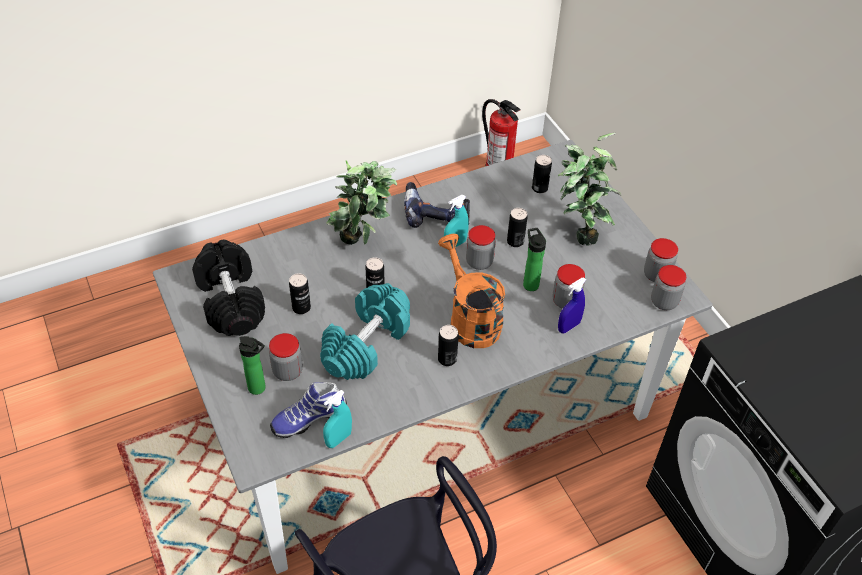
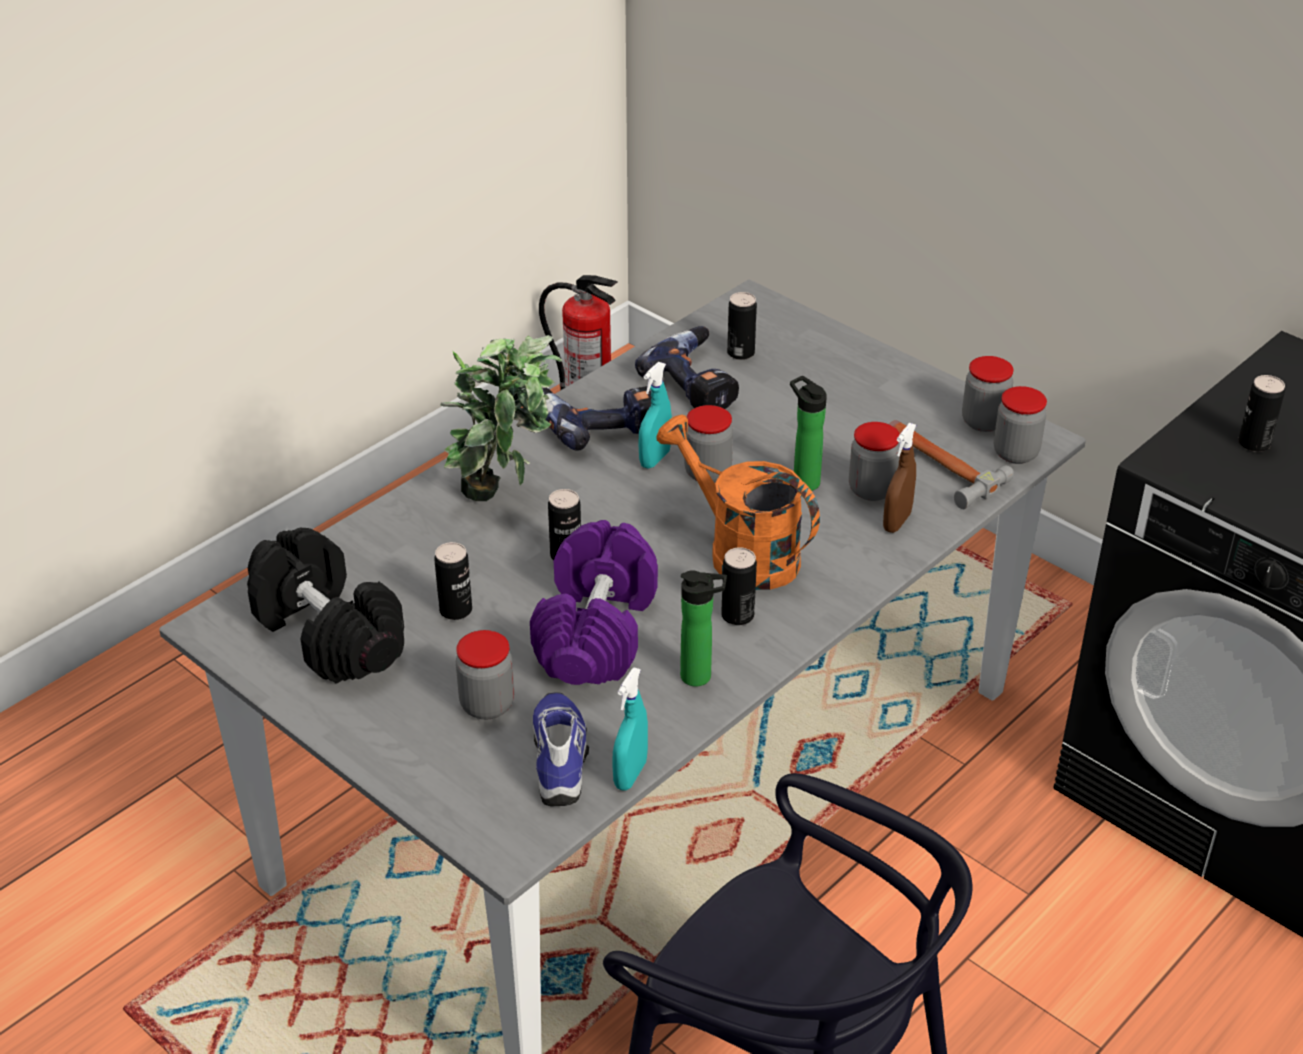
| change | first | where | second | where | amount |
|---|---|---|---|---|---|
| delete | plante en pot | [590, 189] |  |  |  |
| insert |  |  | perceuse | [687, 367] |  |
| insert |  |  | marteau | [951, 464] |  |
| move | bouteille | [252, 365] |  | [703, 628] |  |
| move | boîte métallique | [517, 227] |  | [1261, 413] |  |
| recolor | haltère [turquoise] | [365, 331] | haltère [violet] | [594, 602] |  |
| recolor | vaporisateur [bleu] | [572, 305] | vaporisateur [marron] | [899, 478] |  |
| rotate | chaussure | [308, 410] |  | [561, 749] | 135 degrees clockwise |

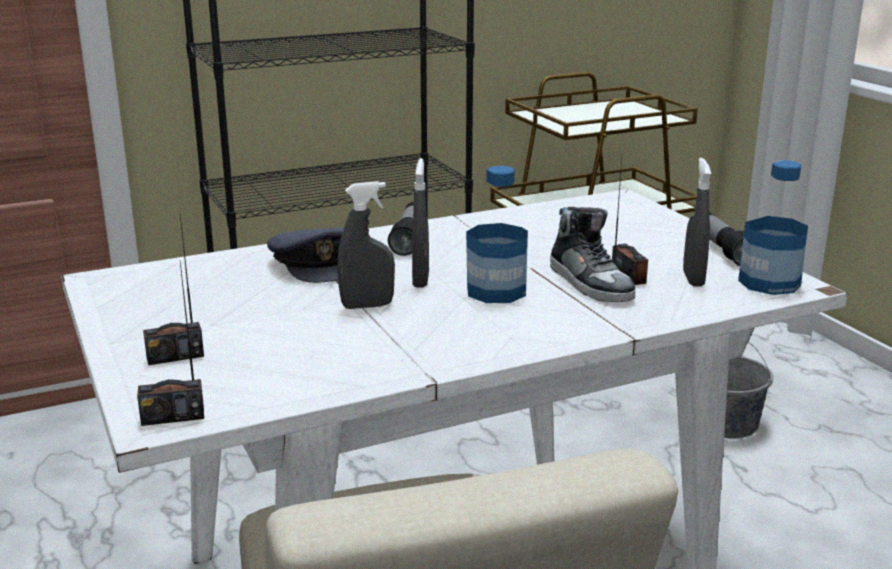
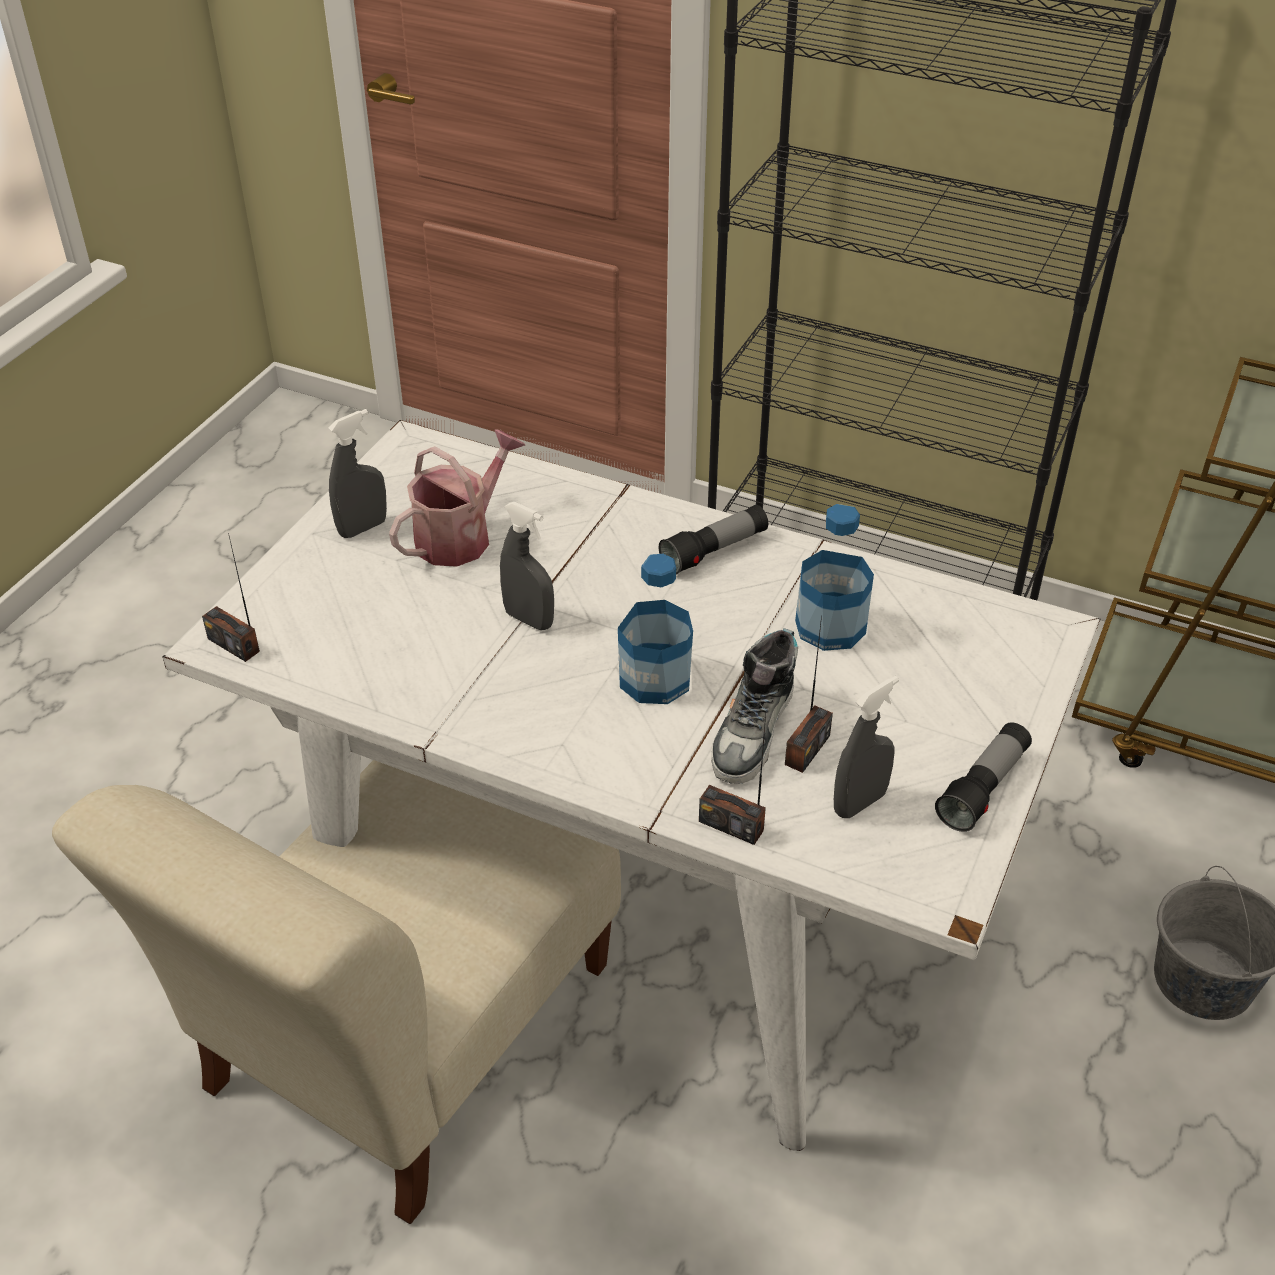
| change | first | where | second | where | amount |
|---|---|---|---|---|---|
| delete | casquette [gris] | [305, 255] |  |  |  |
| insert |  |  | arrosoir | [457, 498] |  |
| move | radio | [173, 290] |  | [732, 779] |  |
| move | vaporisateur [gris] | [420, 222] |  | [357, 473] |  |
| move | bouteille | [773, 227] |  | [834, 577] |  |

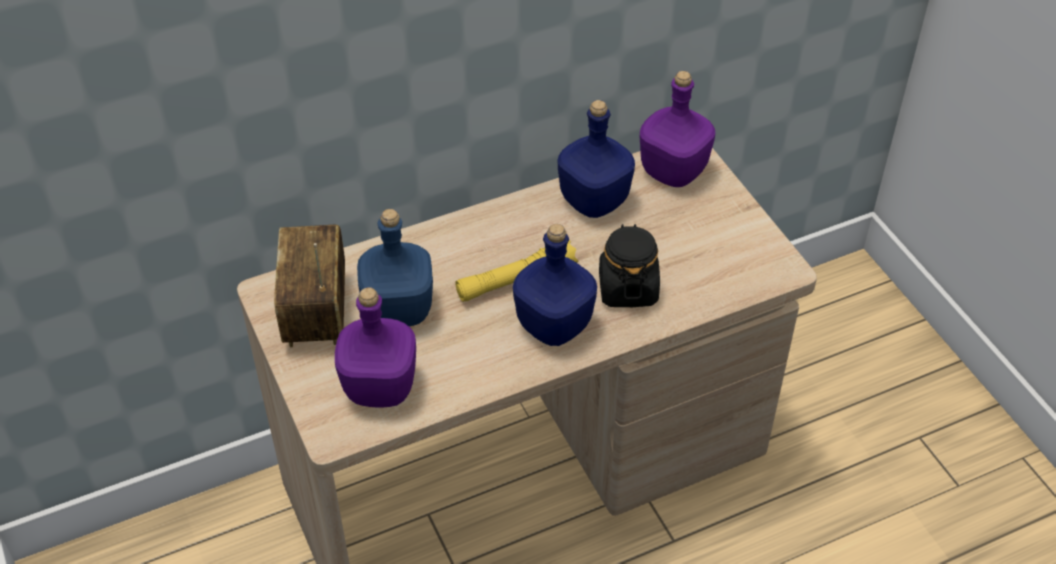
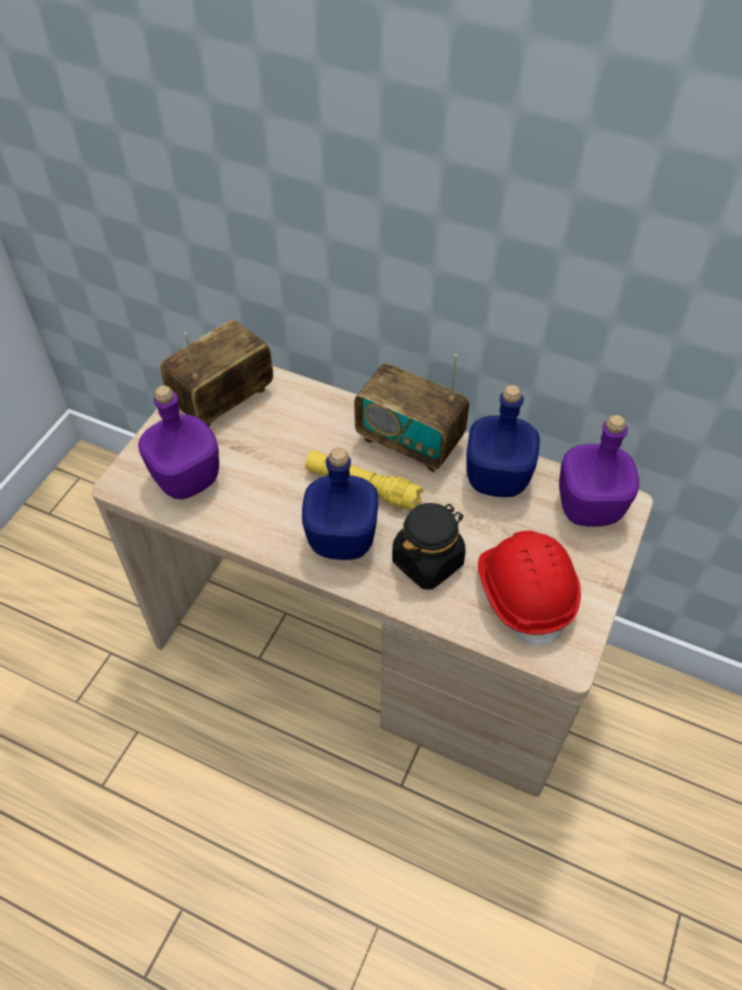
| change | first | where | second | where | amount |
|---|---|---|---|---|---|
| delete | bouteille [bleu] | [395, 267] |  |  |  |
| insert |  |  | radio | [411, 414] |  |
| insert |  |  | casque de chantier [rouge] | [529, 589] |  |

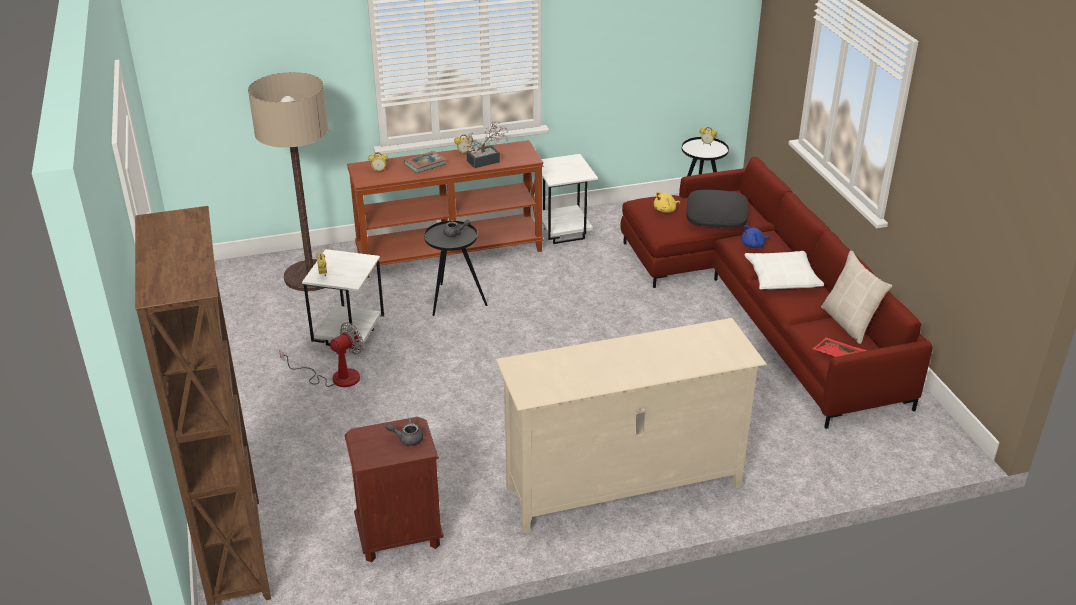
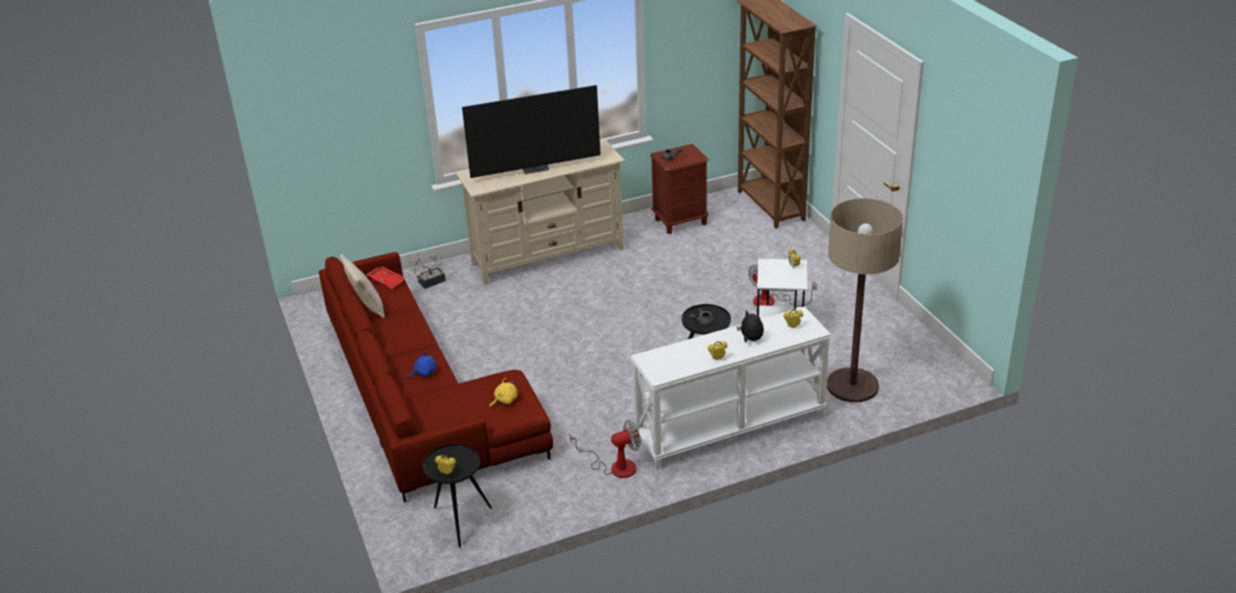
| change | first | where | second | where | amount |
|---|---|---|---|---|---|
| delete | coussin [noir] | [717, 209] |  |  |  |
| delete | coussin [blanc] | [784, 270] |  |  |  |
| insert |  |  | téléviseur | [531, 131] |  |
| move | plante en pot | [485, 144] |  | [427, 271] |  |
| replace | livre | [425, 162] | peluche | [750, 326] |  |
| replace | table d'appoint [blanc] | [570, 199] | ventilateur | [605, 449] |  |
| recolor | table console [marron] | [445, 209] | table console [blanc] | [731, 388] |  |

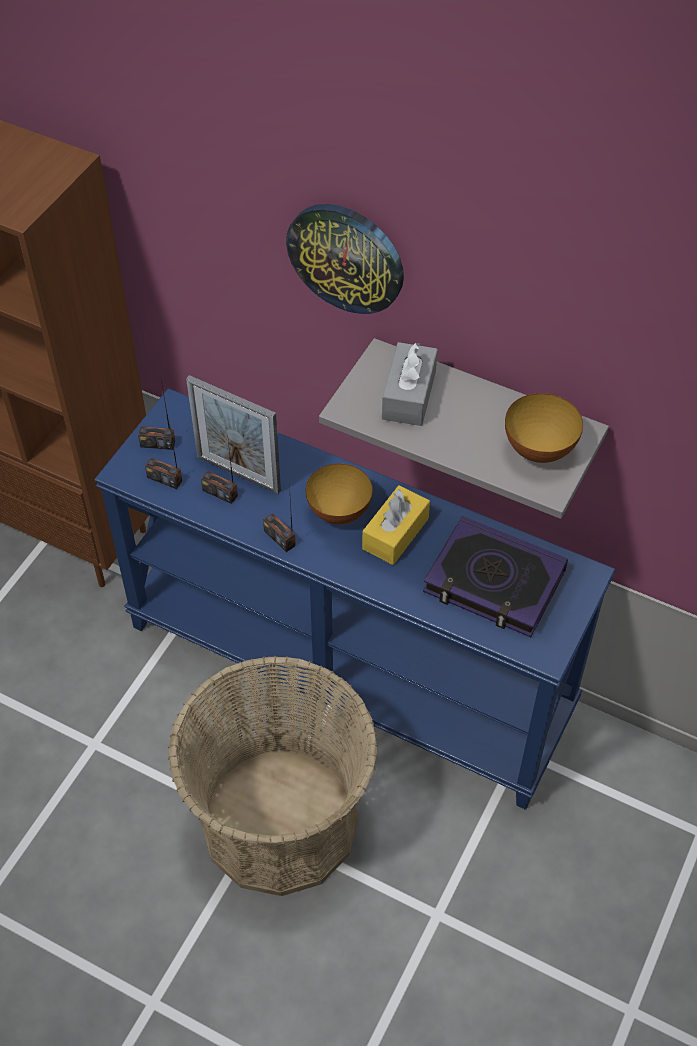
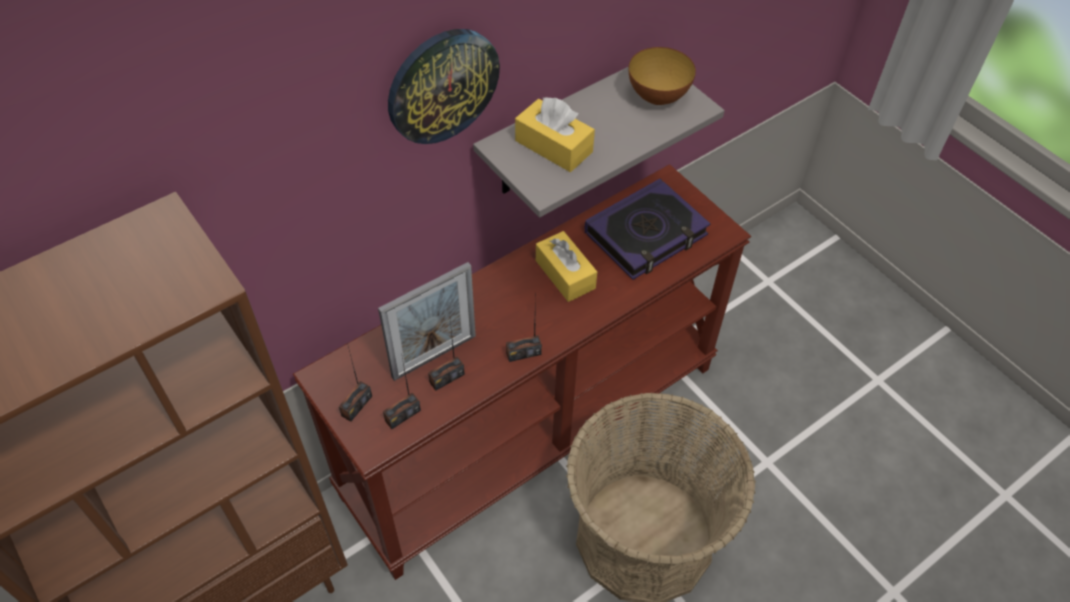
| change | first | where | second | where | amount |
|---|---|---|---|---|---|
| delete | bol | [339, 493] |  |  |  |
| recolor | table console [bleu] | [354, 599] | table console [marron] | [522, 372] |  |
| recolor | boîte à mouchoirs [gris] | [410, 384] | boîte à mouchoirs [jaune] | [555, 134] |  |

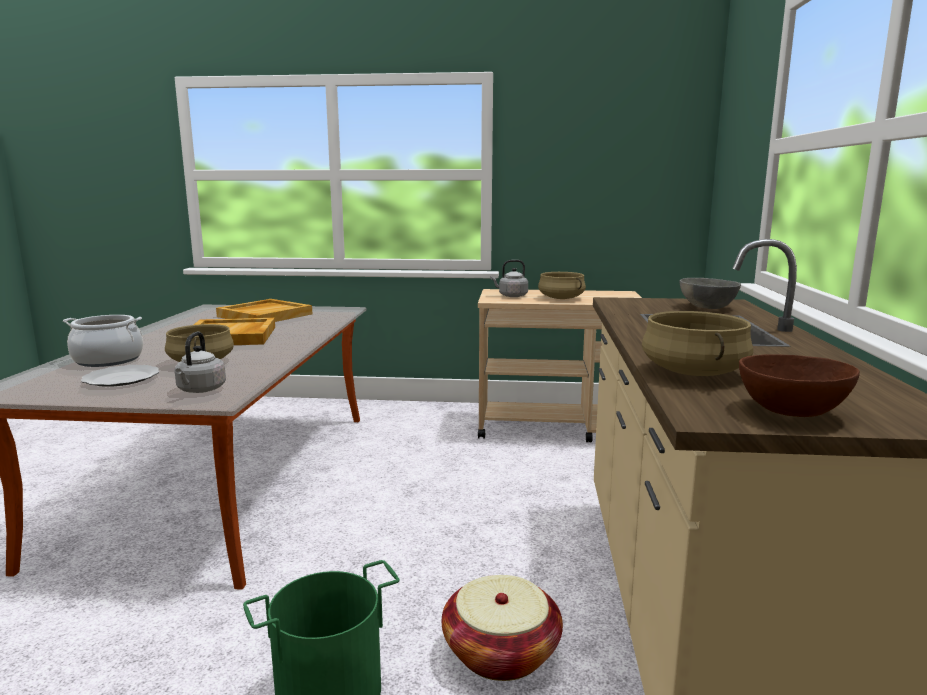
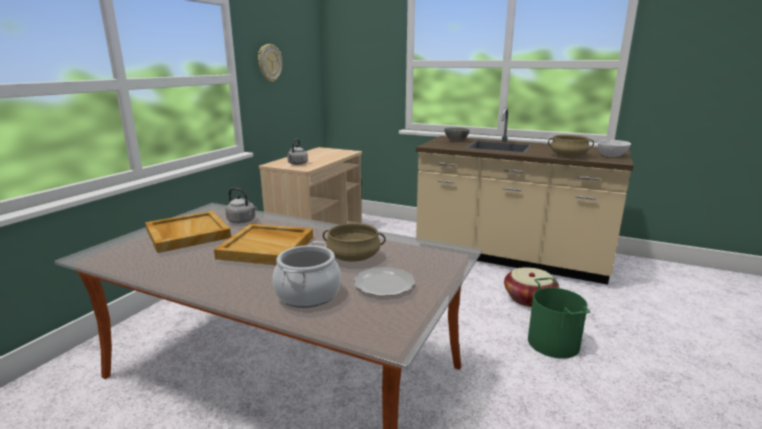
| change | first | where | second | where | amount |
|---|---|---|---|---|---|
| delete | marmite [beige] | [562, 285] |  |  |  |
| insert |  |  | horloge murale | [270, 63] |  |
| move | bouilloire [gris] | [200, 362] |  | [241, 205] |  |
| recolor | bol [marron] | [799, 385] | bol [blanc] | [614, 148] |  |

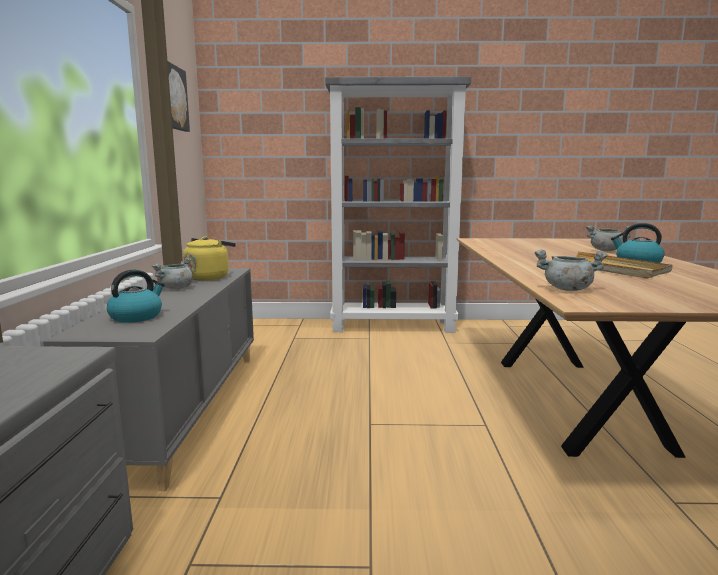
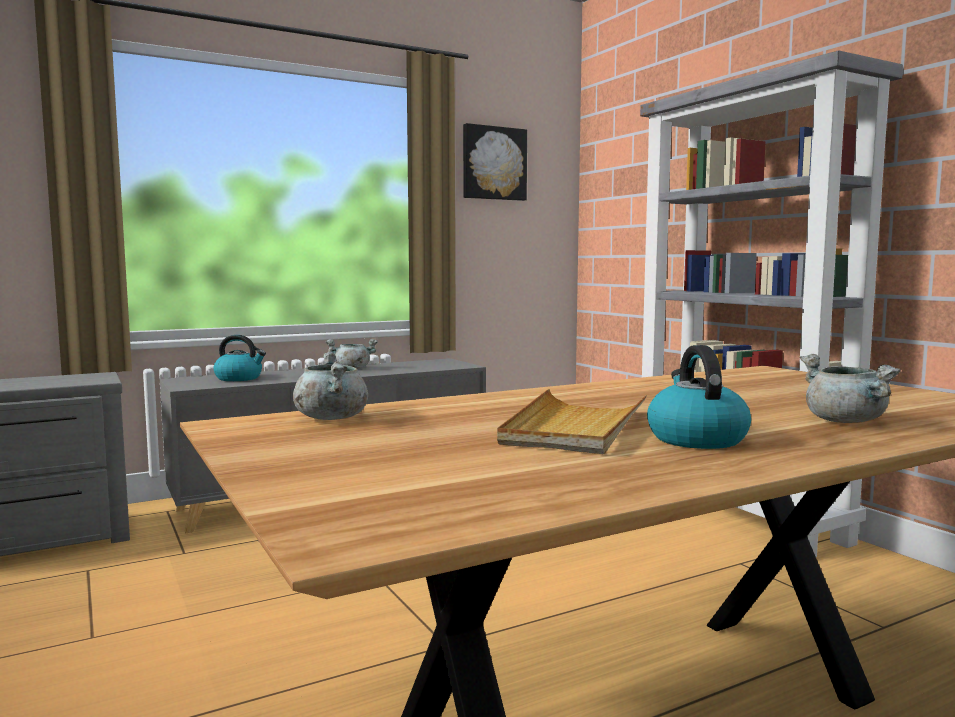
| change | first | where | second | where | amount |
|---|---|---|---|---|---|
| delete | bouilloire [jaune] | [209, 259] |  |  |  |

